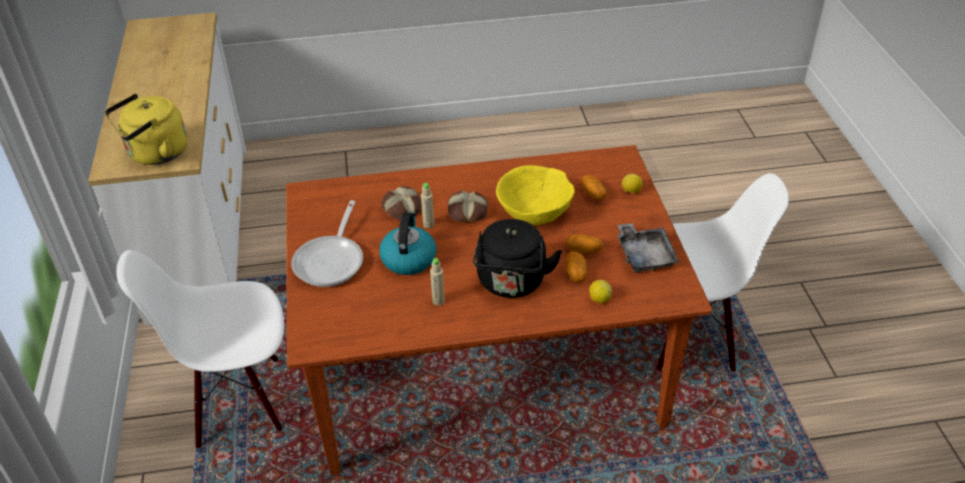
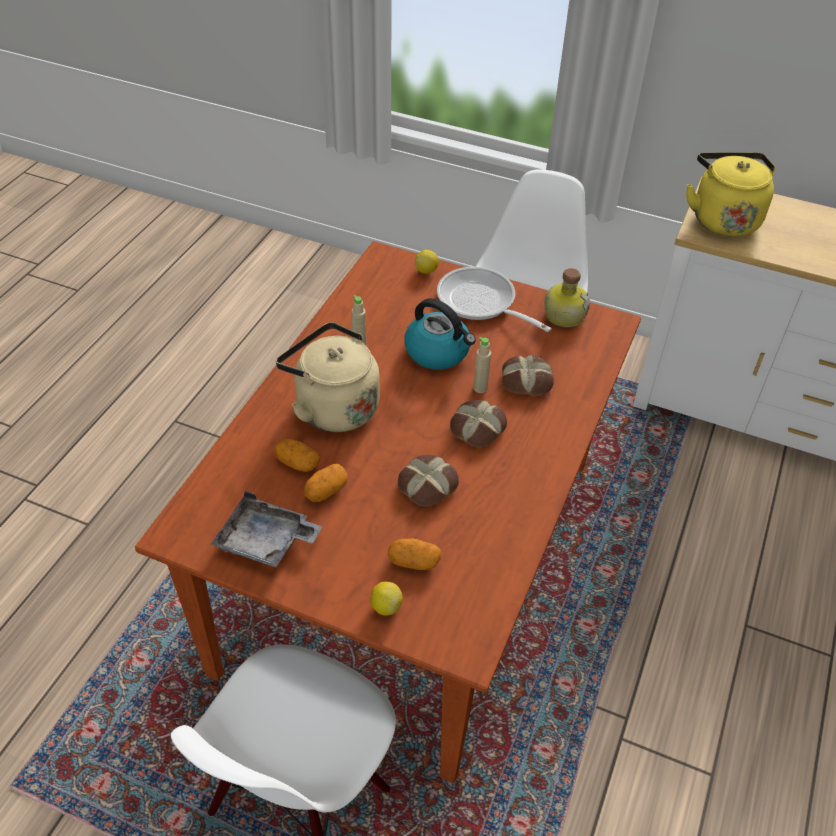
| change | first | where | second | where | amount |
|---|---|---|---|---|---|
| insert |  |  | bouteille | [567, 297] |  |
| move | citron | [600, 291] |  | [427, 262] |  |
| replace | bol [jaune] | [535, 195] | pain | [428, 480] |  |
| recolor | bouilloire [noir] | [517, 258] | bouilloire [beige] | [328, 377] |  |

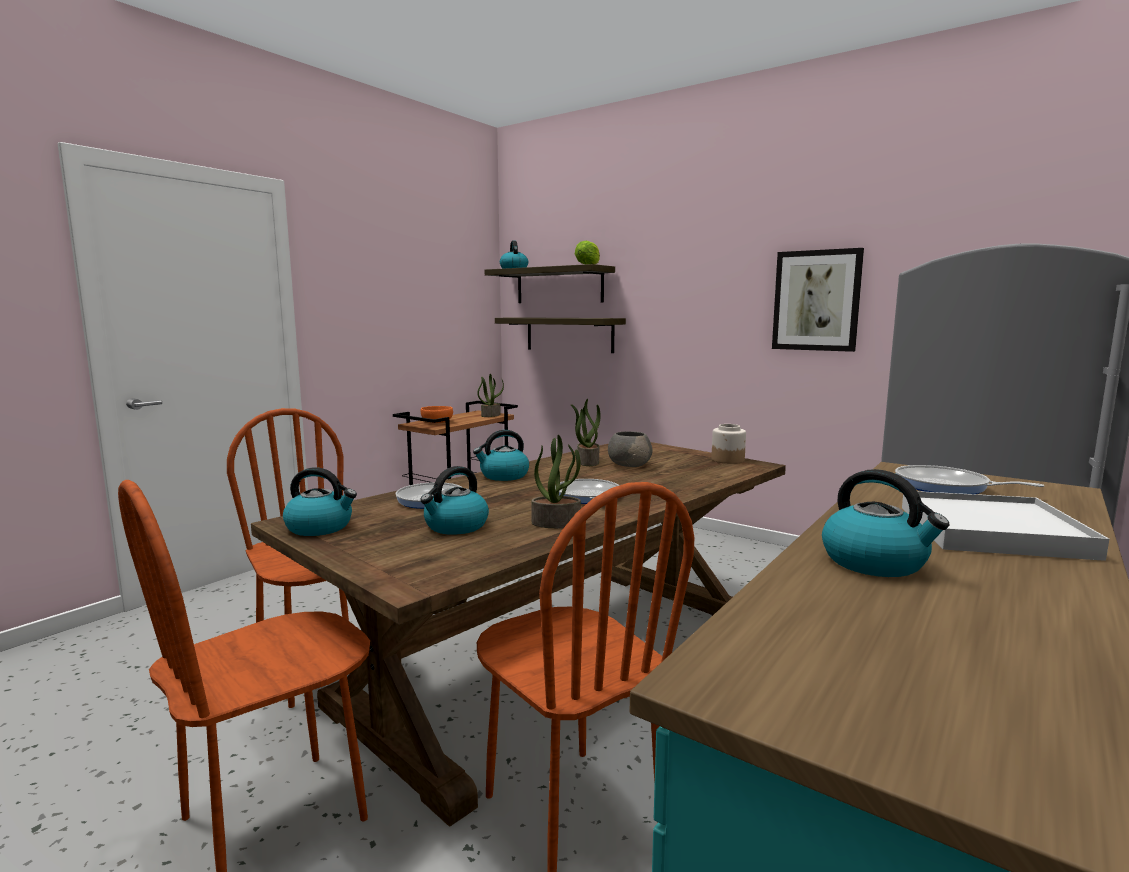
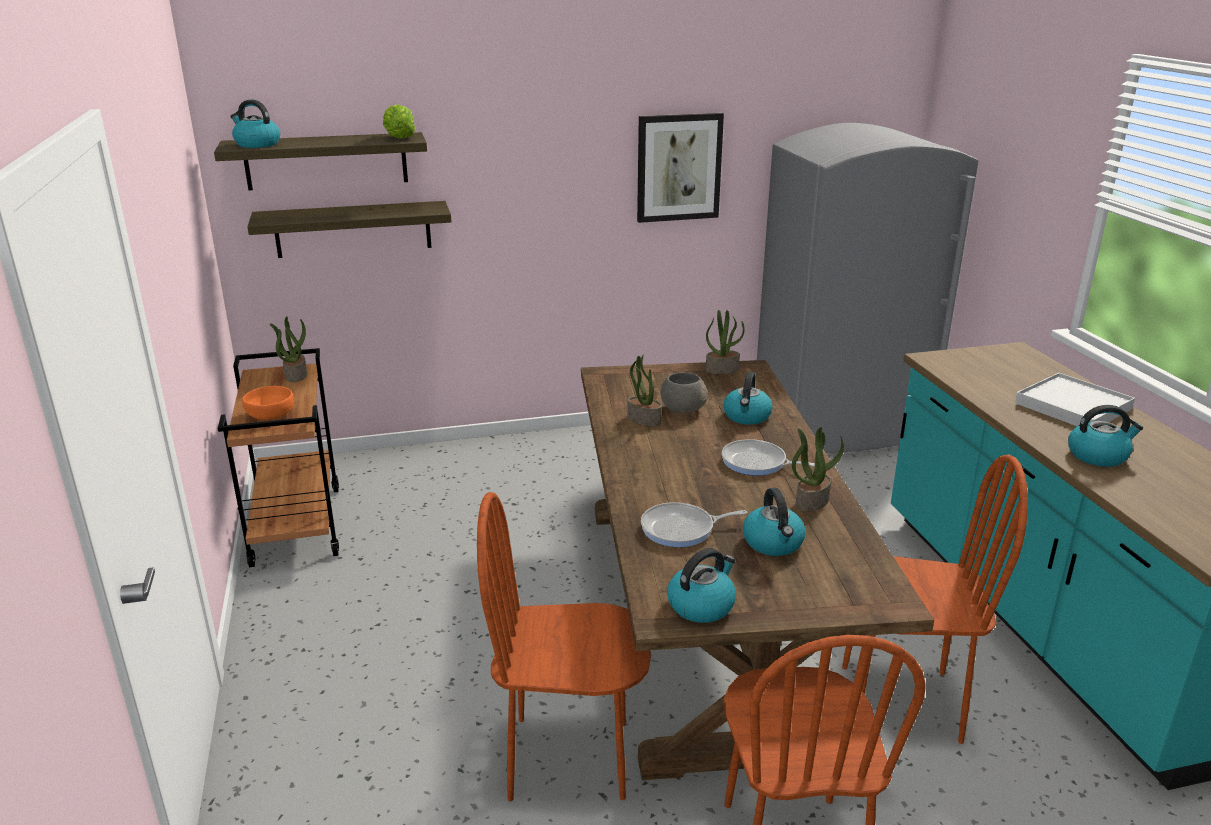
| change | first | where | second | where | amount |
|---|---|---|---|---|---|
| delete | poêle | [969, 479] |  |  |  |
| move | bouilloire | [501, 455] |  | [747, 398] |  |
| replace | bocal | [729, 444] | plante en pot | [725, 342] |  |

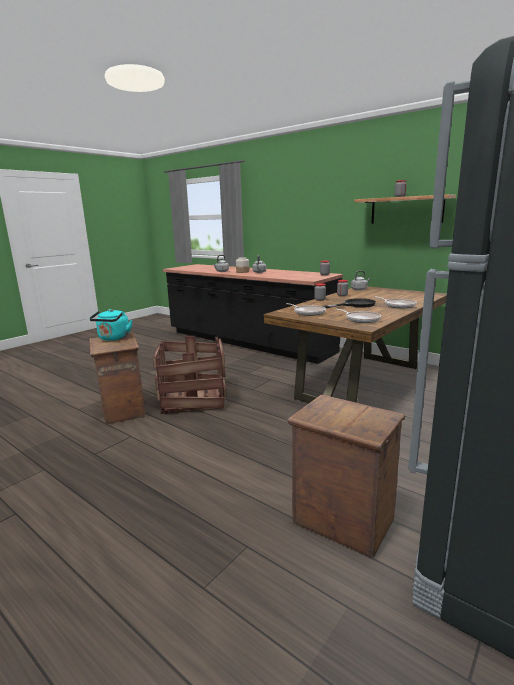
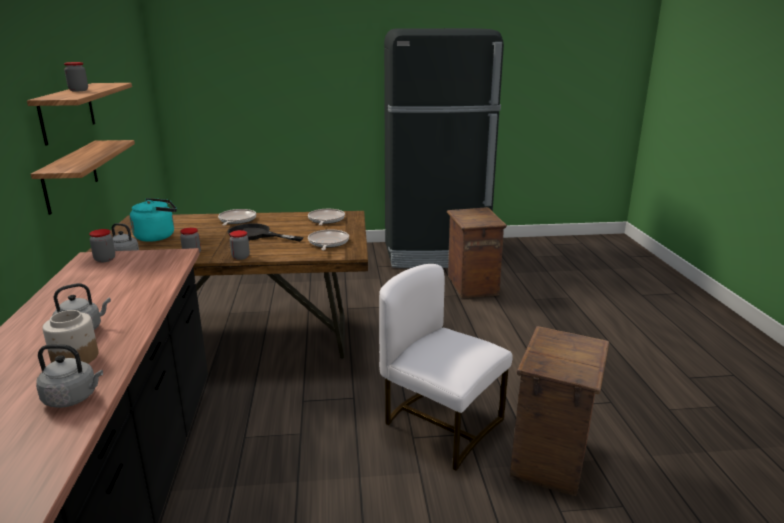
| change | first | where | second | where | amount |
|---|---|---|---|---|---|
| insert |  |  | étagère | [83, 177] |  |
| move | bouilloire [turquoise] | [110, 325] |  | [153, 220] |  |
| replace | caisse | [190, 375] | chaise [blanc] | [446, 367] |  |

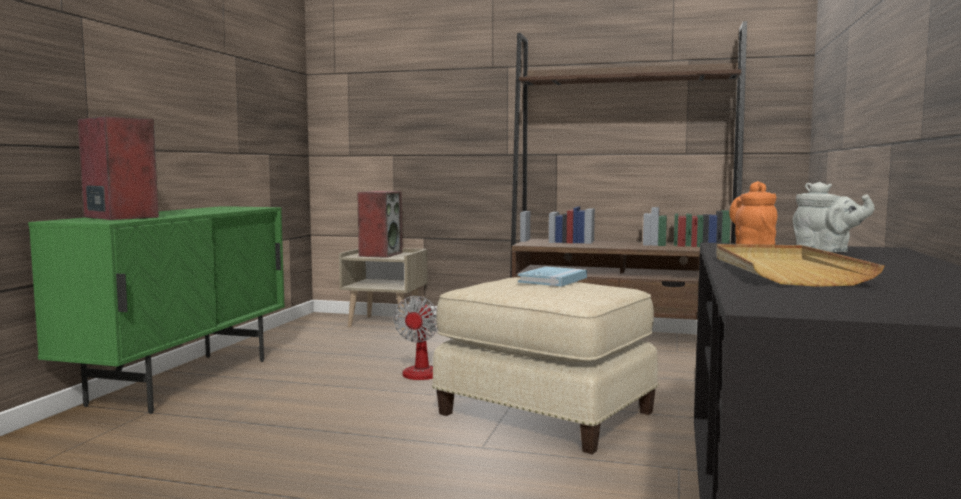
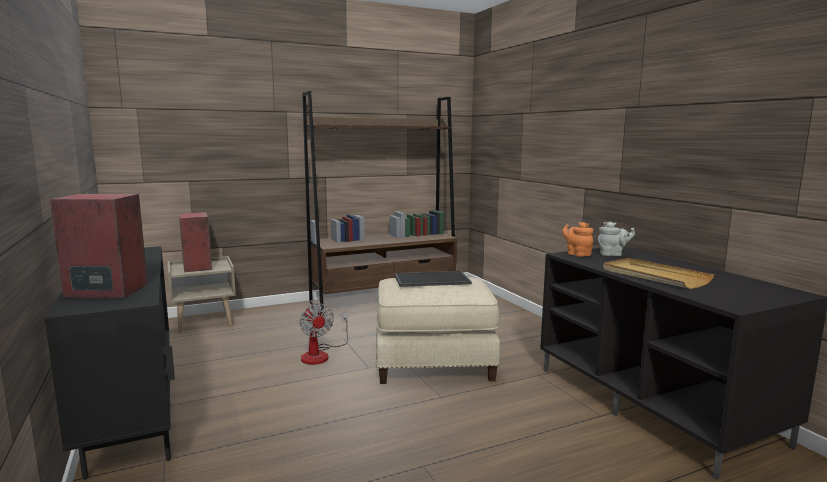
| change | first | where | second | where | amount |
|---|---|---|---|---|---|
| replace | livre [bleu] | [552, 276] | plateau | [433, 279] |  |
| recolor | meuble de rangement [vert] | [156, 310] | meuble de rangement [noir] | [109, 363] |  |

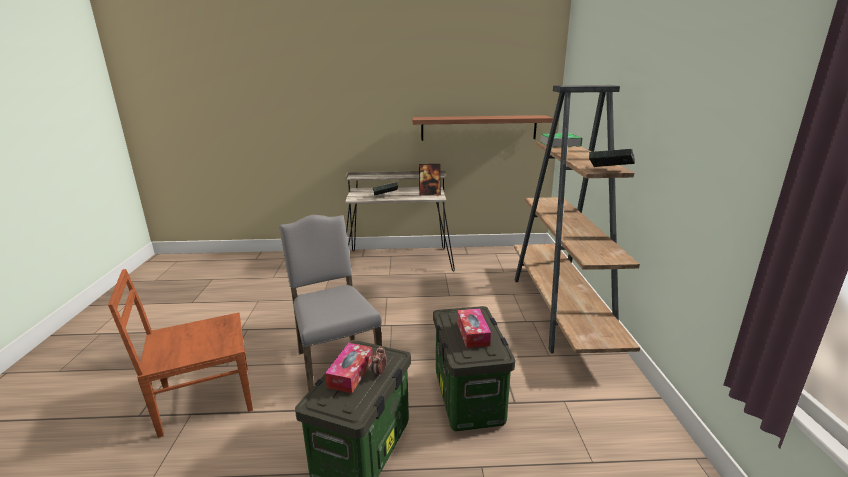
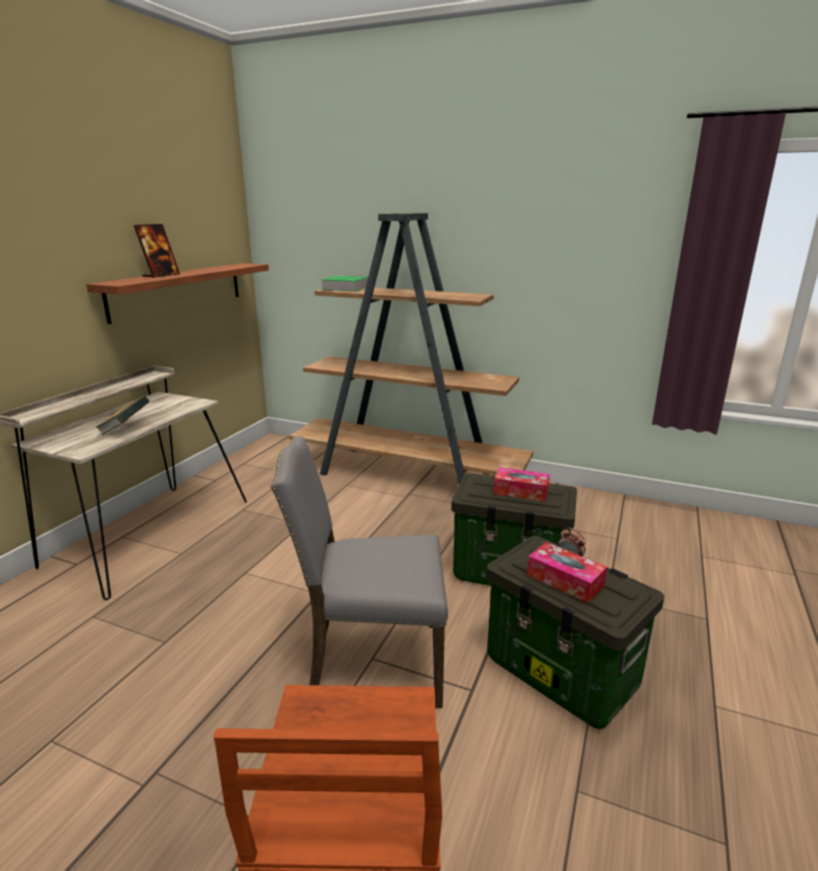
| change | first | where | second | where | amount |
|---|---|---|---|---|---|
| delete | livre | [612, 158] |  |  |  |
| move | cadre photo | [430, 180] |  | [157, 251] |  |

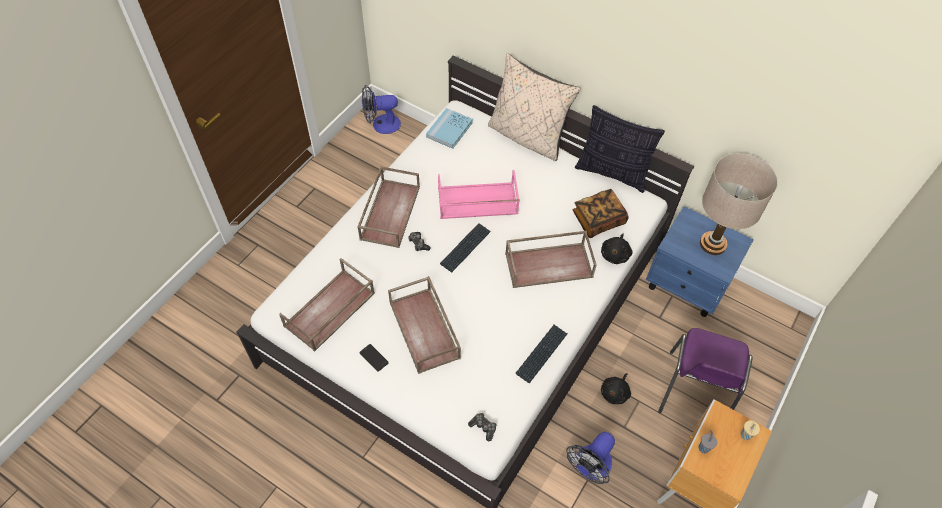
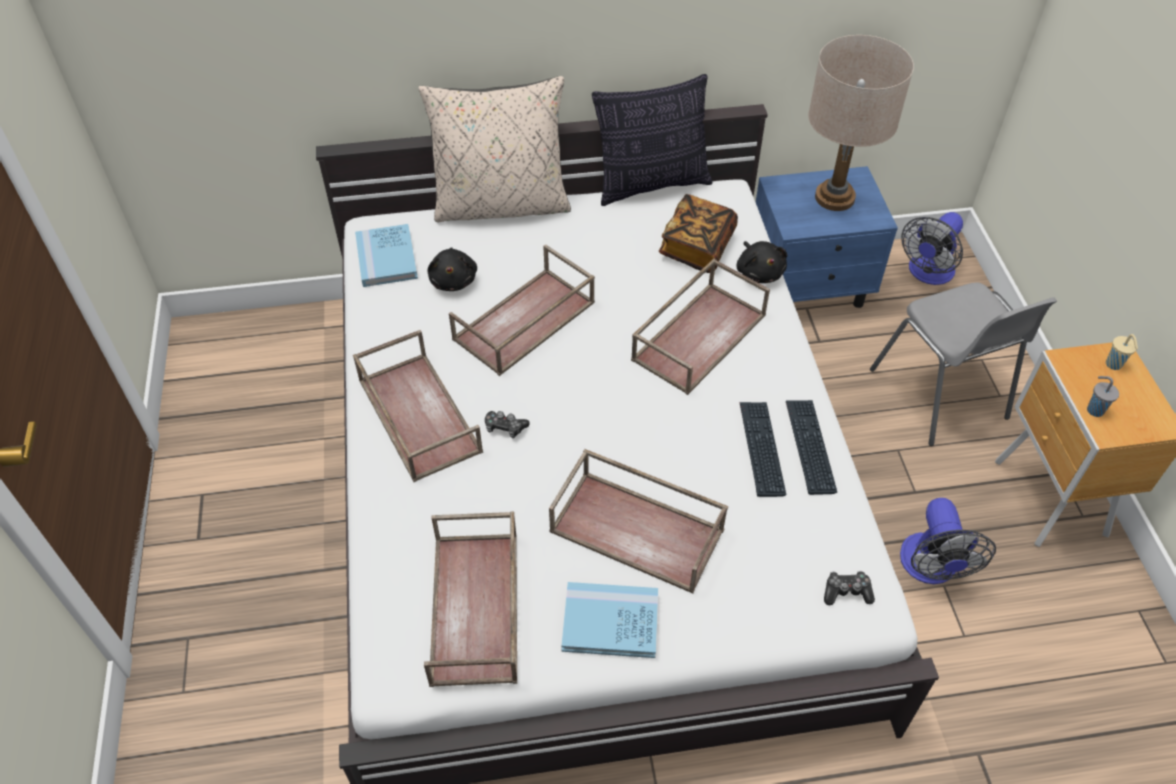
| change | first | where | second | where | amount |
|---|---|---|---|---|---|
| move | ventilateur | [381, 109] |  | [932, 248] |  |
| move | clavier | [465, 247] |  | [763, 449] |  |
| move | peluche [noir] | [616, 388] |  | [452, 269] |  |
| replace | téléphone | [374, 358] | livre [bleu] | [609, 620] |  |
| recolor | plateau [rose] | [479, 194] | plateau [marron] | [522, 310] |  |
| recolor | chaise [violet] | [705, 370] | chaise [gris] | [963, 364] |  |

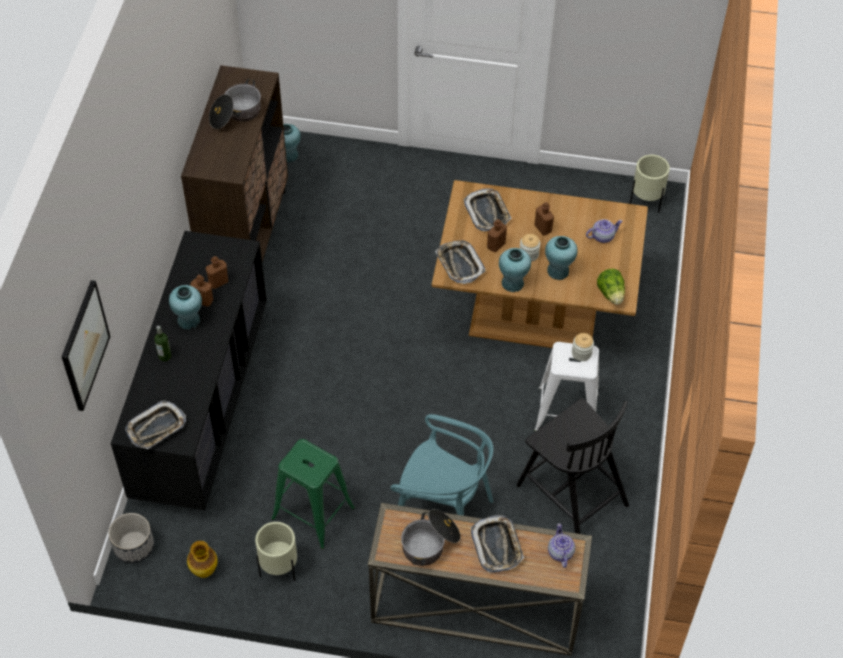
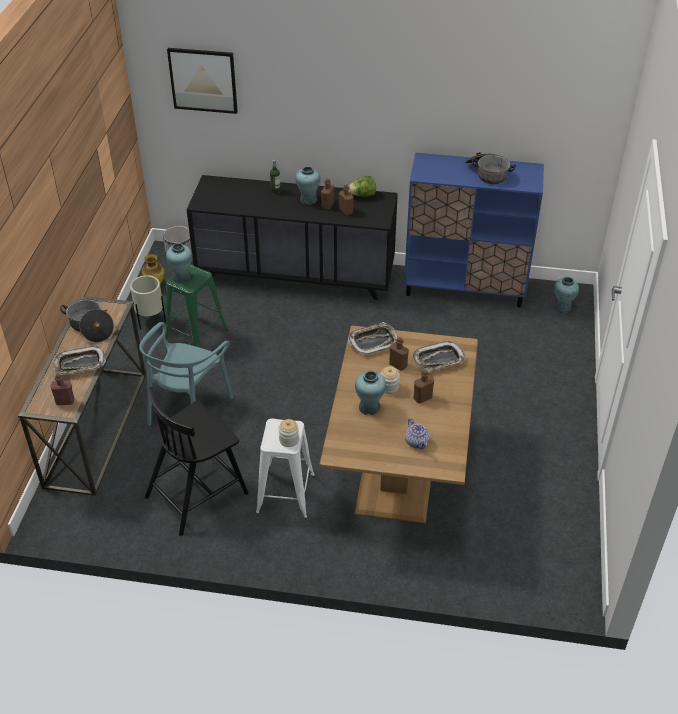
| change | first | where | second | where | amount |
|---|---|---|---|---|---|
| delete | plateau | [155, 425] |  |  |  |
| delete | cache-pot [beige] | [650, 184] |  |  |  |
| move | vase [turquoise] | [515, 270] |  | [179, 263] |  |
| move | laitue | [611, 287] |  | [362, 186] |  |
| replace | théière | [561, 545] | bouteille [rouge] | [62, 389] |  |
| recolor | meuble de rangement [marron] | [234, 163] | meuble de rangement [bleu] | [474, 230] |  |

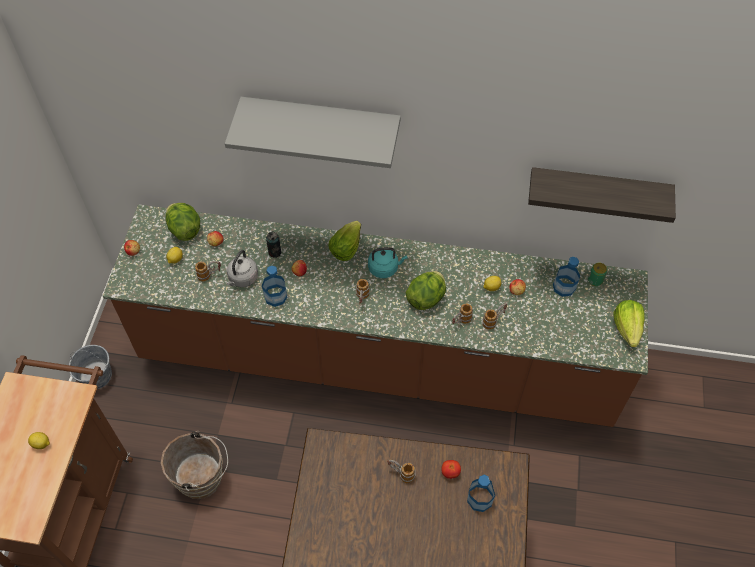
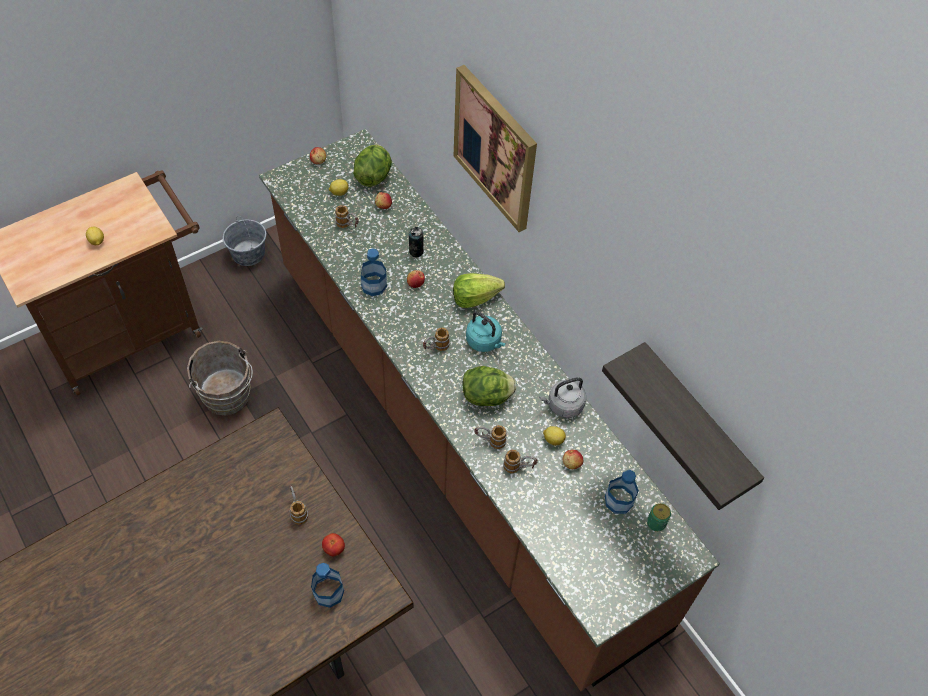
| change | first | where | second | where | amount |
|---|---|---|---|---|---|
| delete | laitue | [629, 323] |  |  |  |
| move | bouilloire [gris] | [242, 268] |  | [562, 397] |  |
| replace | étagère [gris] | [313, 132] | tableau | [495, 148] |  |

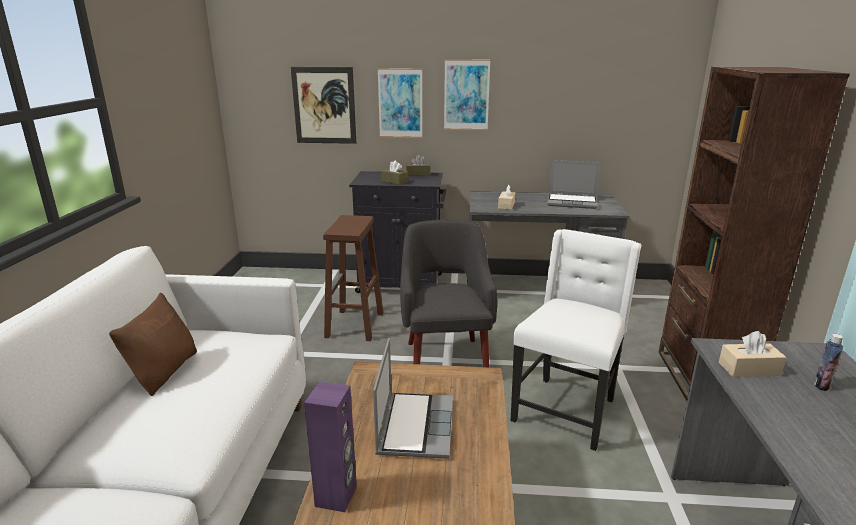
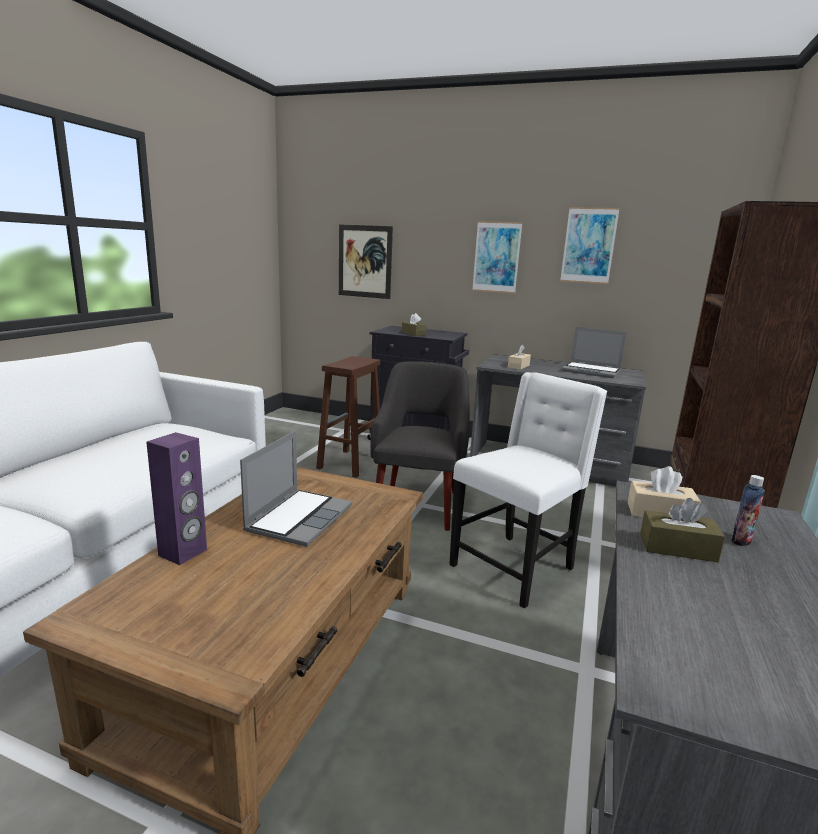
| change | first | where | second | where | amount |
|---|---|---|---|---|---|
| delete | coussin [marron] | [153, 344] |  |  |  |
| move | tableau | [400, 103] |  | [590, 245] |  |
| move | boîte à mouchoirs [marron] | [418, 165] |  | [682, 530] |  |

